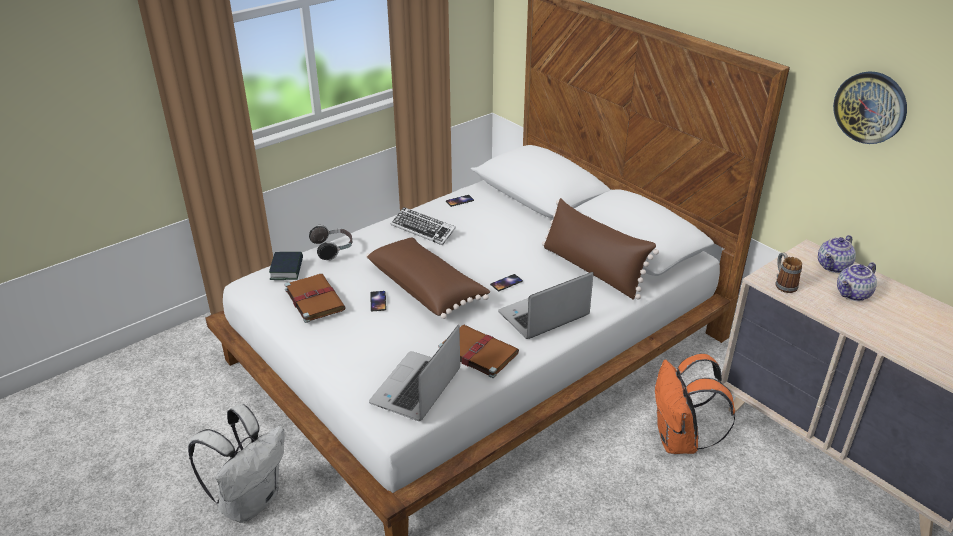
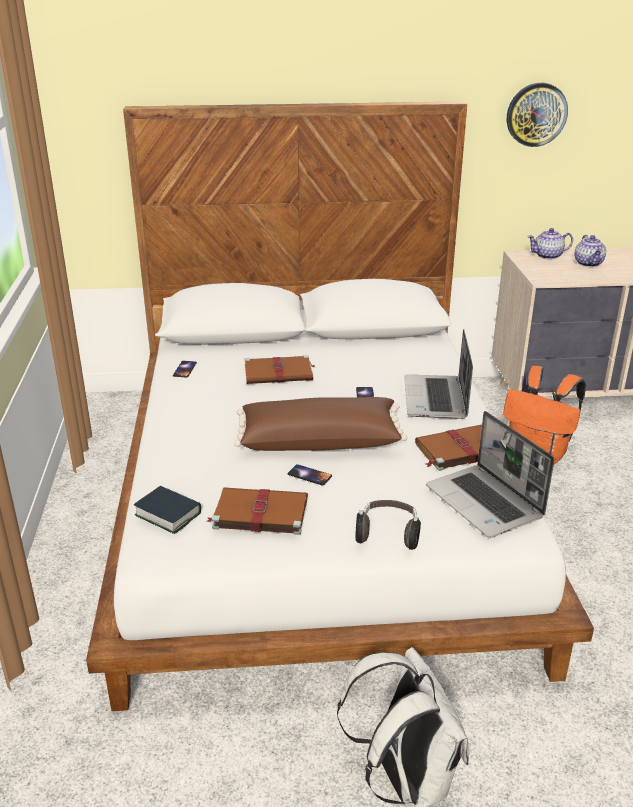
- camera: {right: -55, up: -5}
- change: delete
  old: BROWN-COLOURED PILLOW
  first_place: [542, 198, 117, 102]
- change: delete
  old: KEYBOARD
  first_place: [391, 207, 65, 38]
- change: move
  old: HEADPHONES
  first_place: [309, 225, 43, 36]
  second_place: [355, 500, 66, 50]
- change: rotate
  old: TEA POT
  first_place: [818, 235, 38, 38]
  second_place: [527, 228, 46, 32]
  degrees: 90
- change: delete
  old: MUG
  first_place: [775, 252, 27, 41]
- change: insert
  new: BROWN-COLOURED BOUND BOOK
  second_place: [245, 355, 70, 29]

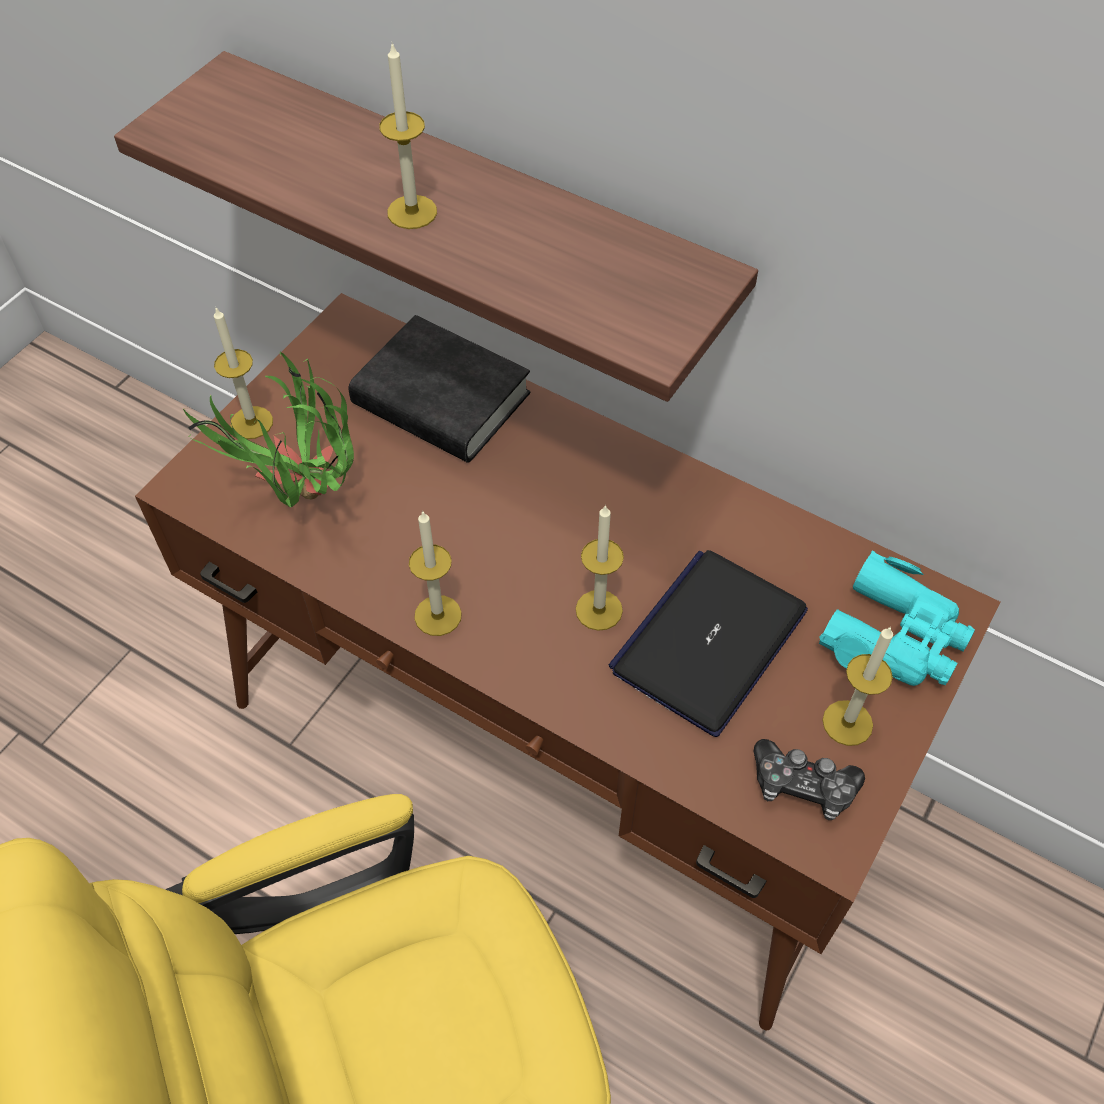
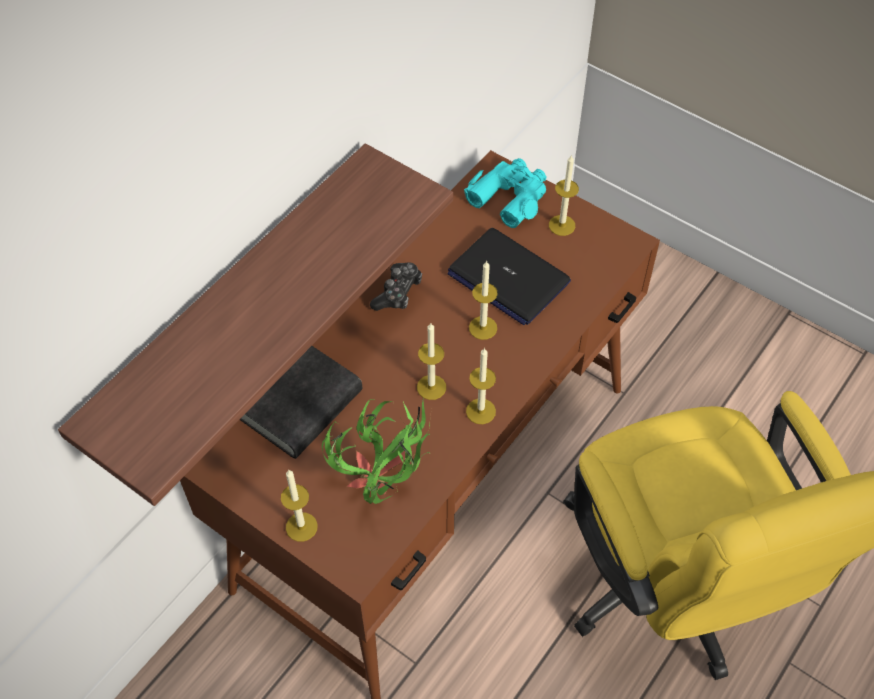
- camera: {right: -85, up: 0}
- change: move
  old: CANDLE
  first_place: [379, 43, 58, 186]
  second_place: [417, 323, 29, 77]
- change: move
  old: GAMEPAD
  first_place: [754, 739, 111, 81]
  second_place: [370, 262, 52, 49]

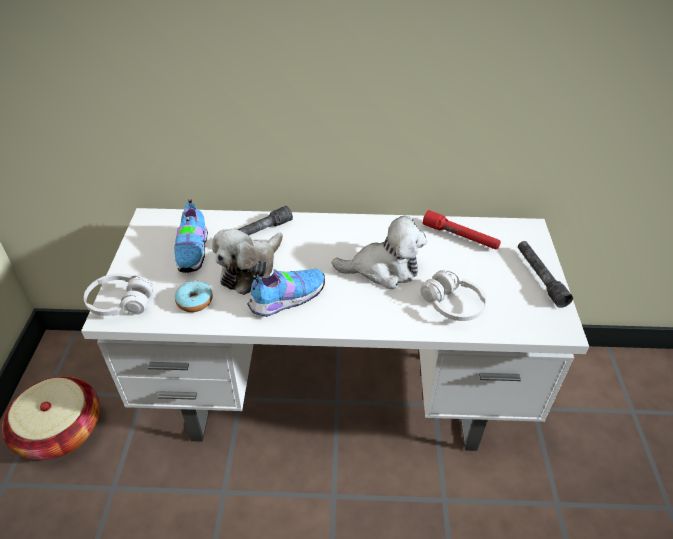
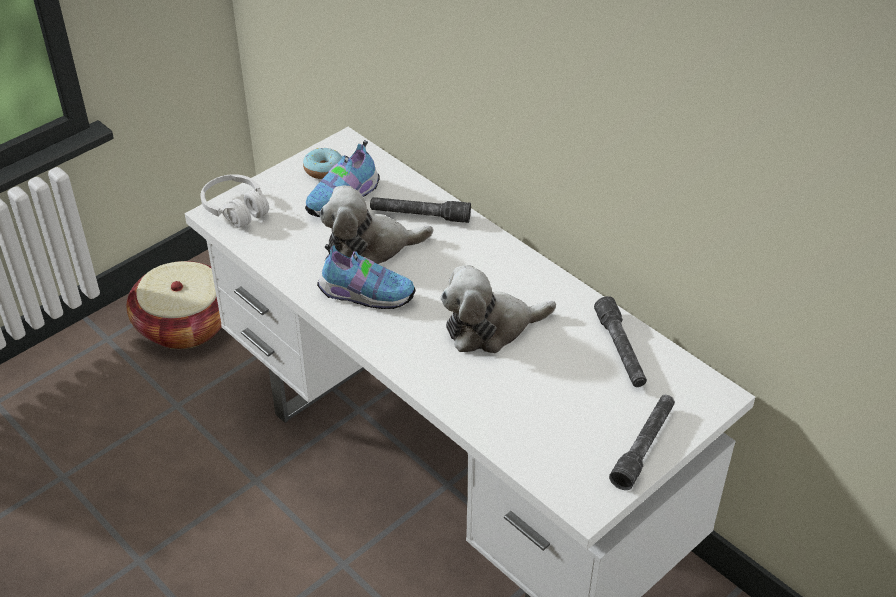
- camera: {right: 45, up: 0}
- change: recolor
  old: RED-COLOURED HAND TORCH
  new: GREYISH HAND TORCH
  first_place: [423, 210, 78, 40]
  second_place: [594, 296, 53, 91]
- change: rotate
  old: PLUSH TOY
  first_place: [332, 216, 95, 73]
  second_place: [440, 265, 116, 88]
  degrees: 120
- change: delete
  old: WHITE HEADPHONES
  first_place: [420, 270, 67, 51]
- change: move
  old: DONUT
  first_place: [175, 280, 38, 32]
  second_place: [303, 148, 39, 31]

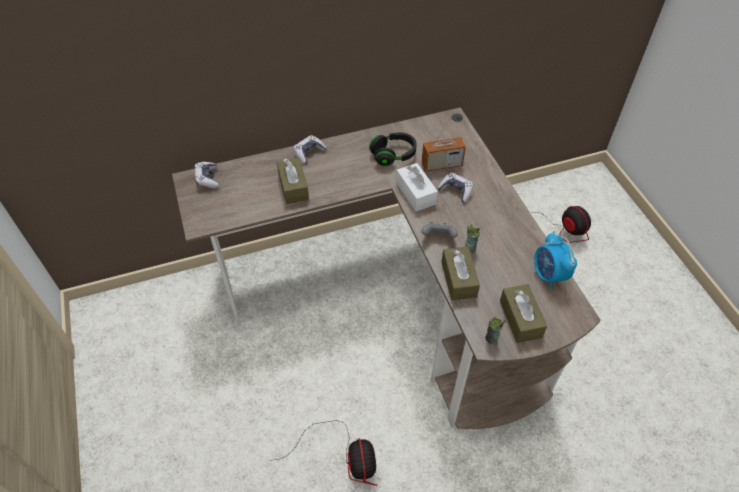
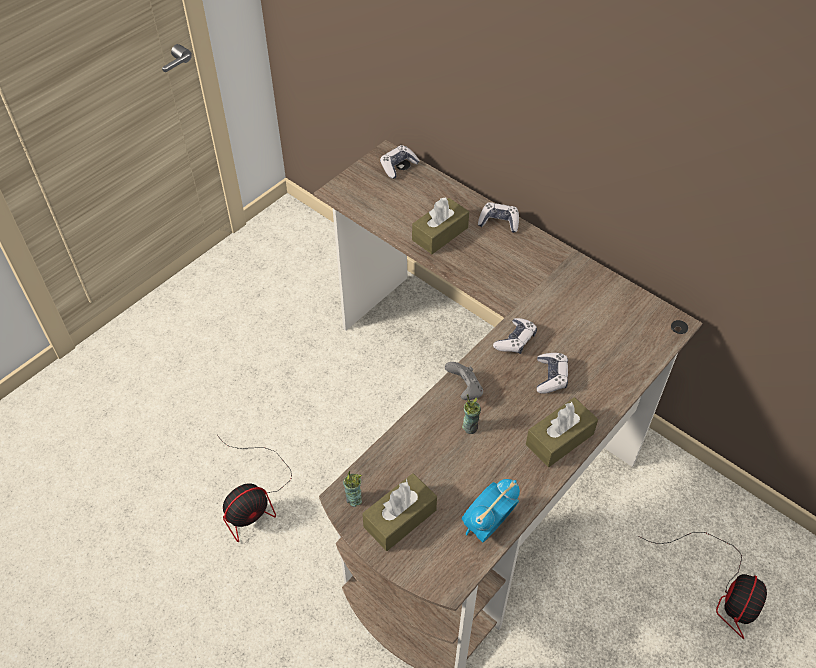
- camera: {right: 60, up: 0}
- change: delete
  old: RADIO RECEIVER
  first_place: [422, 114, 44, 58]
- change: delete
  old: BLACK-COLOURED HEADPHONES
  first_place: [369, 132, 48, 34]
- change: replace
  old: WHITE TISSUE HOLDER
  new: GAMEPAD
  first_place: [396, 163, 42, 48]
  second_place: [493, 318, 44, 36]
- change: move
  old: BROWN-COLOURED TISSUE HOLDER
  first_place: [441, 246, 39, 54]
  second_place: [526, 398, 72, 69]

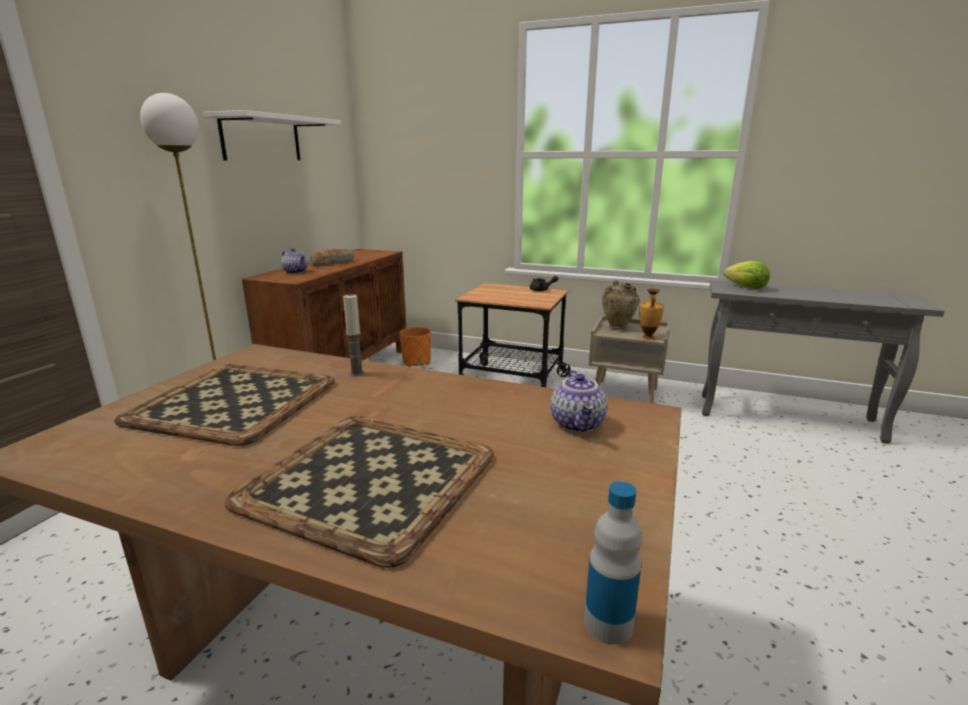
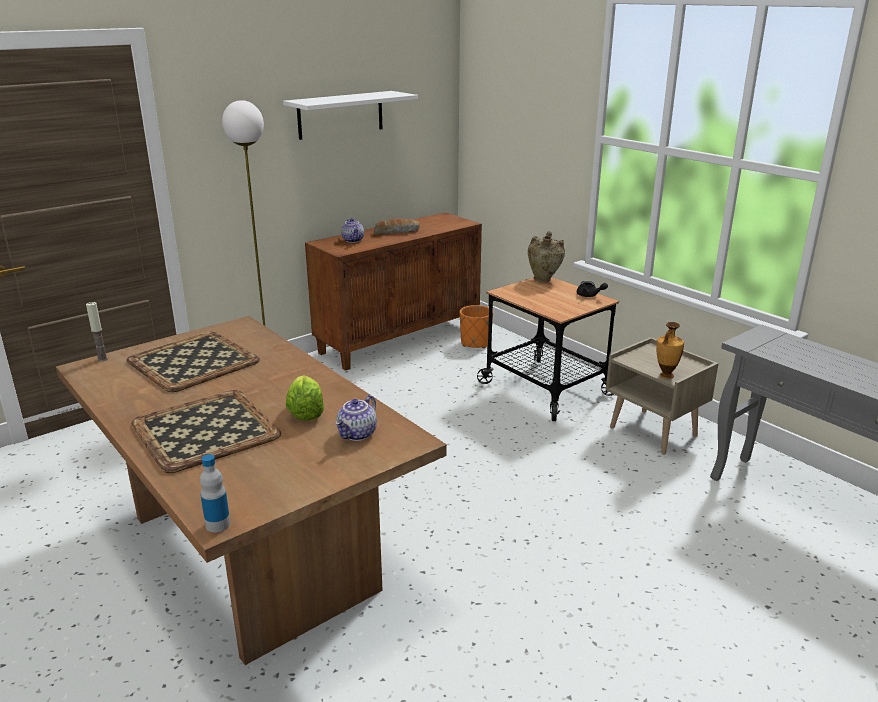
- camera: {right: 30, up: 5}
- change: move
  old: LETTUCE
  first_place: [723, 261, 47, 28]
  second_place: [286, 375, 38, 46]
- change: move
  old: SAND-COLOURED VASE
  first_place: [602, 280, 38, 50]
  second_place: [528, 231, 37, 51]
- change: move
  old: CANDLE
  first_place: [343, 294, 21, 82]
  second_place: [86, 302, 22, 59]

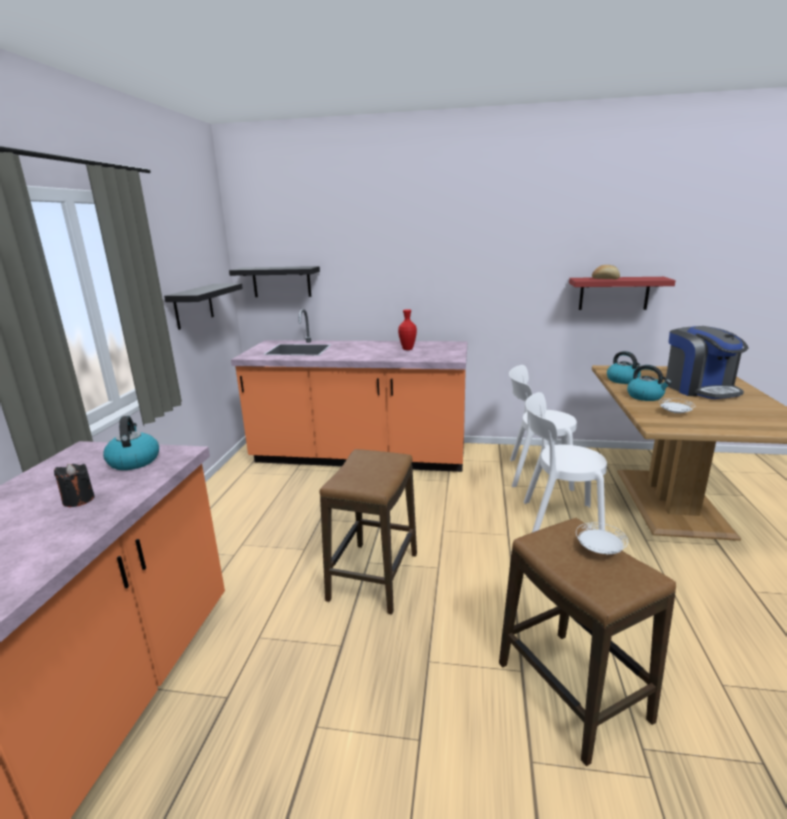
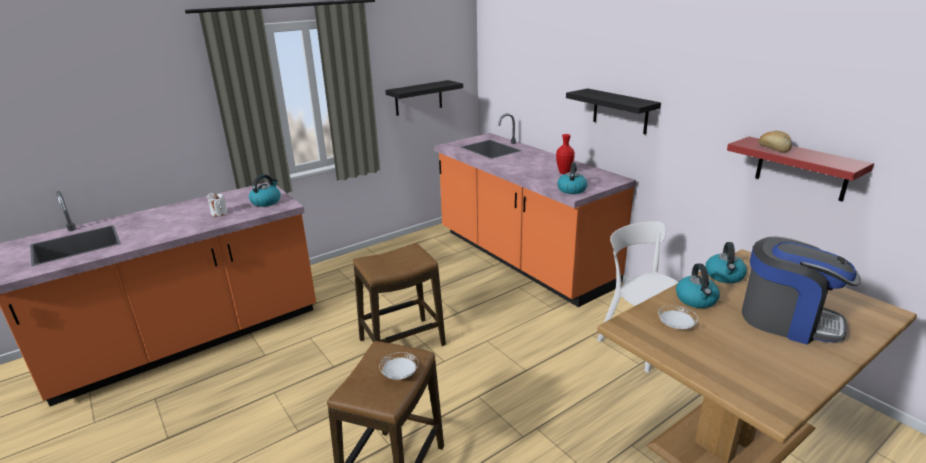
- camera: {right: 45, up: 5}
- change: move
  old: BLACK-COLOURED WALL SHELF
  first_place: [229, 266, 91, 31]
  second_place: [566, 88, 95, 46]
- change: rotate
  old: COFFEE MACHINE
  first_place: [666, 326, 83, 73]
  second_place: [742, 236, 119, 109]
  degrees: -90
- change: delete
  old: WHITE CHAIR
  first_place: [524, 392, 83, 140]
- change: recolor
  old: BLACK-COLOURED CANDLE
  new: WHITE CANDLE
  first_place: [54, 464, 41, 43]
  second_place: [207, 193, 20, 24]
- change: insert
  new: KETTLE
  second_place: [557, 162, 31, 32]

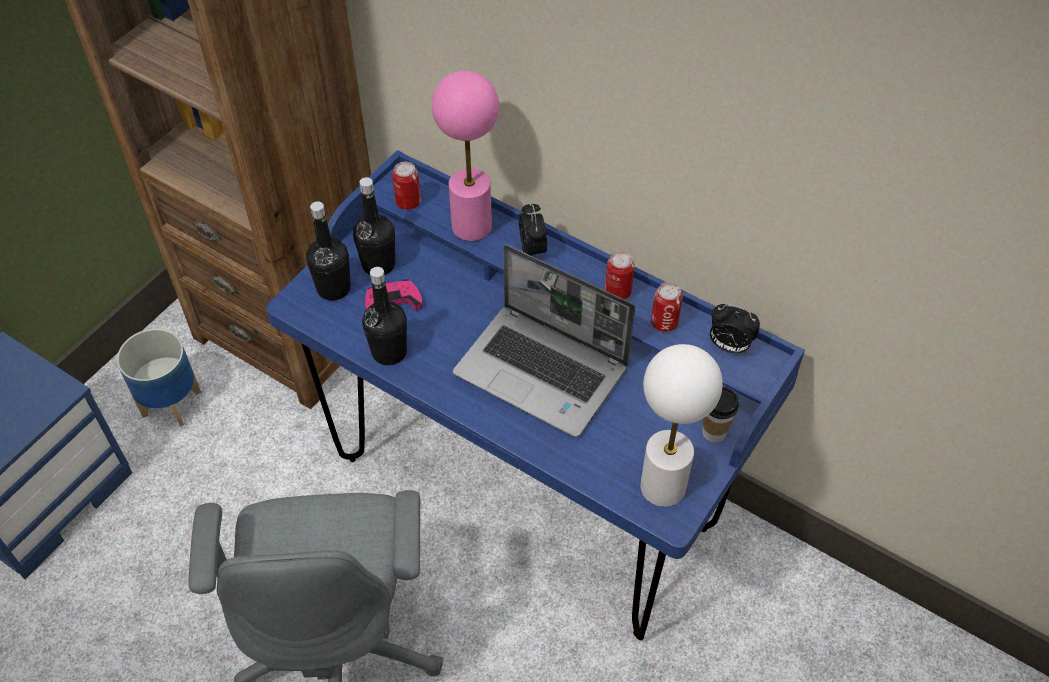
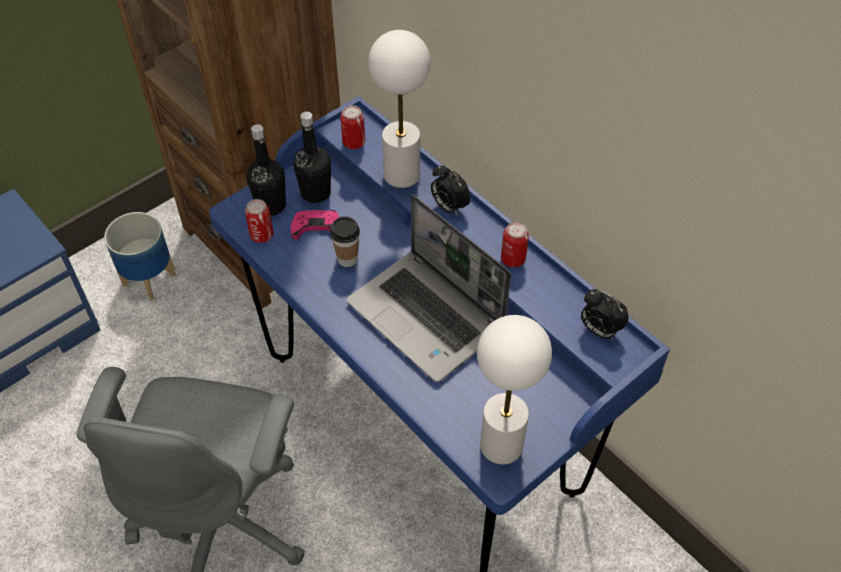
- camera: {right: 15, up: 0}
- change: recolor
  old: PINK TABLE LAMP
  new: WHITE TABLE LAMP
  first_place: [432, 71, 67, 170]
  second_place: [368, 30, 63, 158]
- change: rotate
  old: TABLE CLOCK
  first_place: [519, 203, 28, 56]
  second_place: [431, 165, 40, 51]
  degrees: 135
- change: delete
  old: BLACK-COLOURED BOTTLE
  first_place: [362, 267, 45, 98]
- change: move
  old: CAN
  first_place: [651, 282, 32, 50]
  second_place: [245, 199, 29, 44]
- change: move
  old: DRINKING CUP
  first_place: [702, 387, 37, 55]
  second_place: [330, 216, 30, 51]

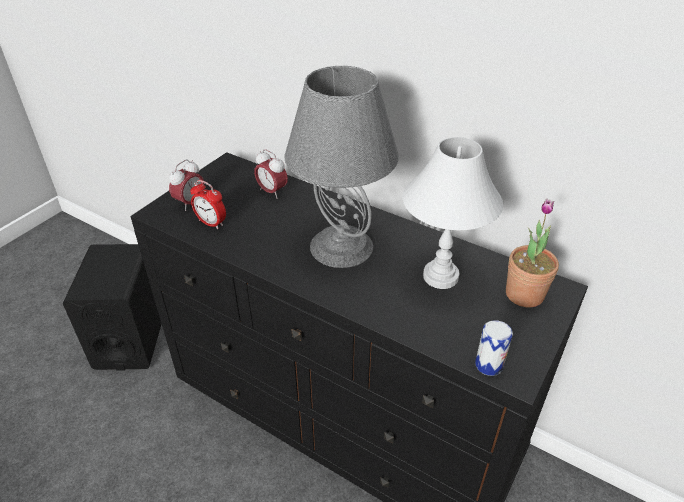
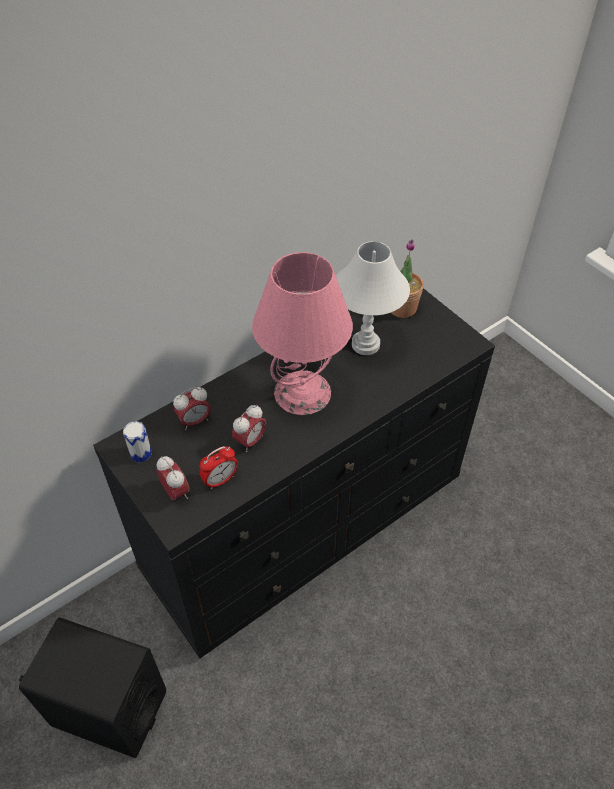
- camera: {right: -70, up: 10}
- change: recolor
  old: GREYISH TABLE LAMP
  new: PINK TABLE LAMP
  first_place: [284, 66, 115, 202]
  second_place: [252, 252, 101, 163]
- change: move
  old: CAN
  first_place: [475, 320, 38, 56]
  second_place: [123, 421, 29, 41]
- change: insert
  new: TABLE CLOCK
  second_place: [232, 405, 34, 47]

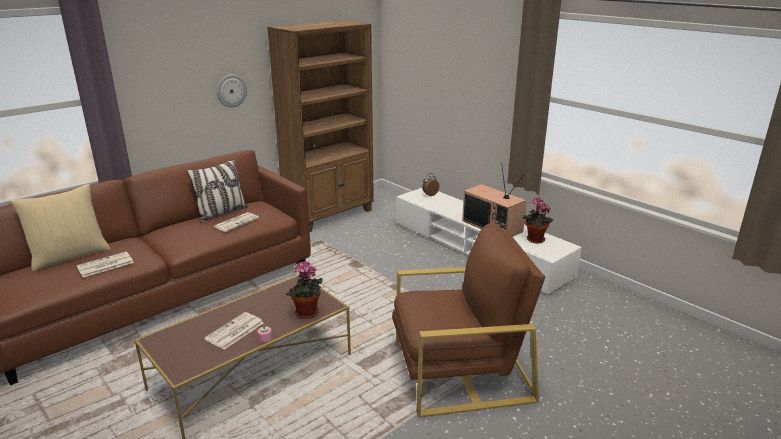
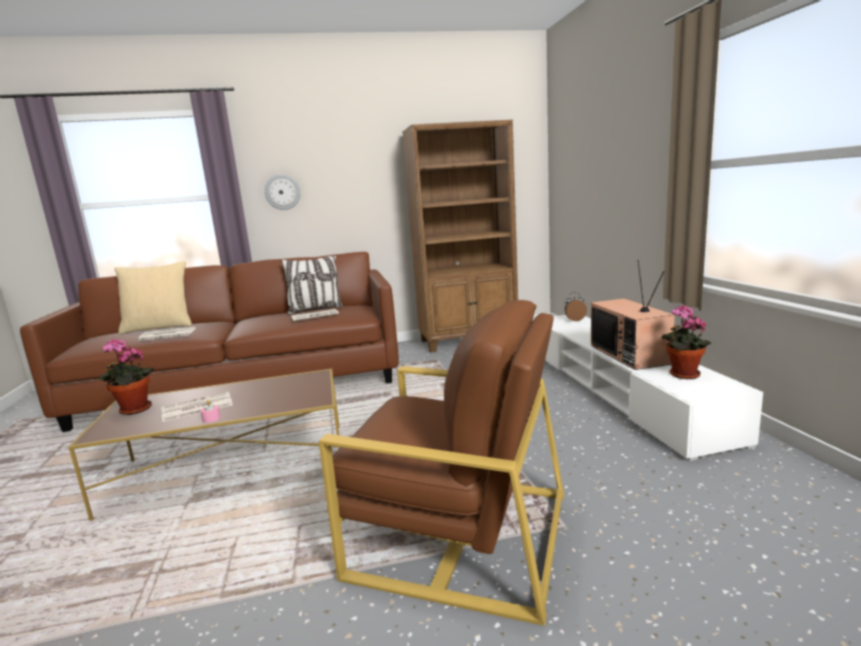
- camera: {right: 30, up: -10}
- change: move
  old: WALL CLOCK
  first_place: [217, 74, 30, 34]
  second_place: [265, 174, 36, 36]
- change: move
  old: PLANT IN A POT
  first_place: [286, 261, 37, 58]
  second_place: [99, 339, 55, 76]

